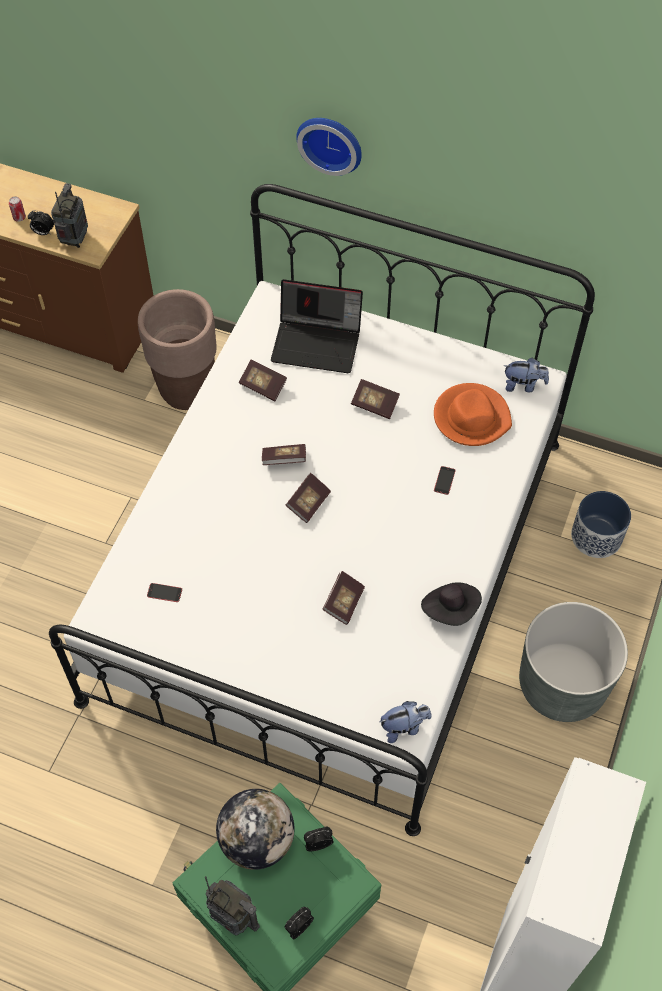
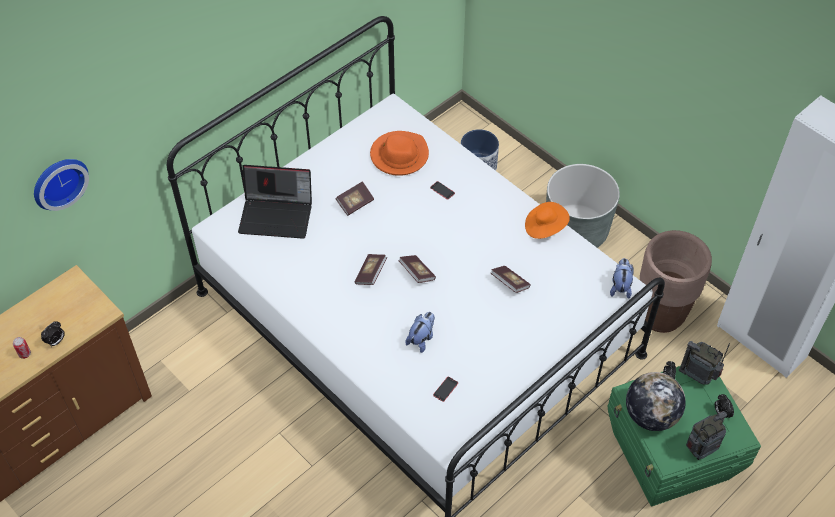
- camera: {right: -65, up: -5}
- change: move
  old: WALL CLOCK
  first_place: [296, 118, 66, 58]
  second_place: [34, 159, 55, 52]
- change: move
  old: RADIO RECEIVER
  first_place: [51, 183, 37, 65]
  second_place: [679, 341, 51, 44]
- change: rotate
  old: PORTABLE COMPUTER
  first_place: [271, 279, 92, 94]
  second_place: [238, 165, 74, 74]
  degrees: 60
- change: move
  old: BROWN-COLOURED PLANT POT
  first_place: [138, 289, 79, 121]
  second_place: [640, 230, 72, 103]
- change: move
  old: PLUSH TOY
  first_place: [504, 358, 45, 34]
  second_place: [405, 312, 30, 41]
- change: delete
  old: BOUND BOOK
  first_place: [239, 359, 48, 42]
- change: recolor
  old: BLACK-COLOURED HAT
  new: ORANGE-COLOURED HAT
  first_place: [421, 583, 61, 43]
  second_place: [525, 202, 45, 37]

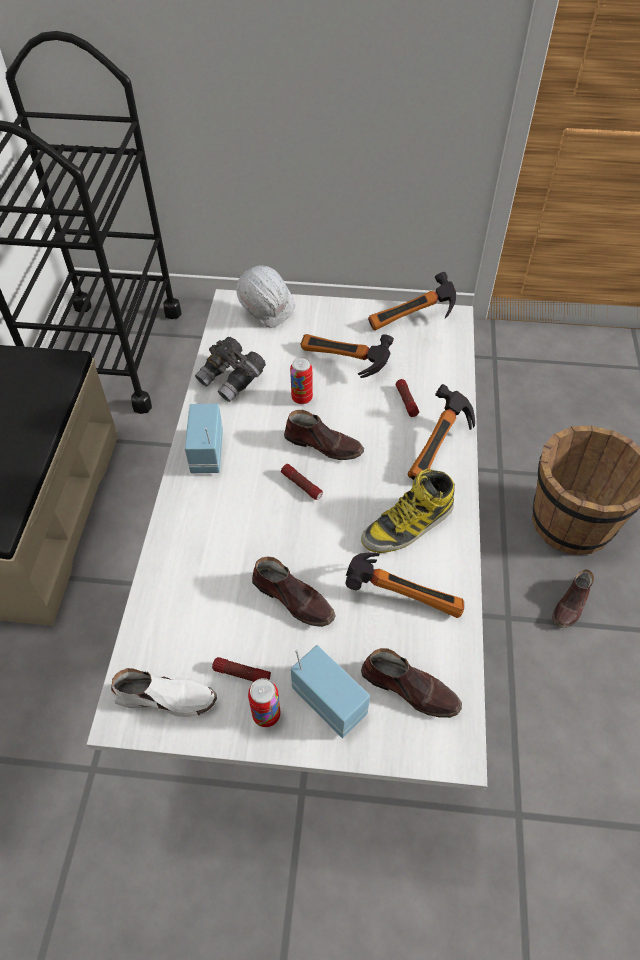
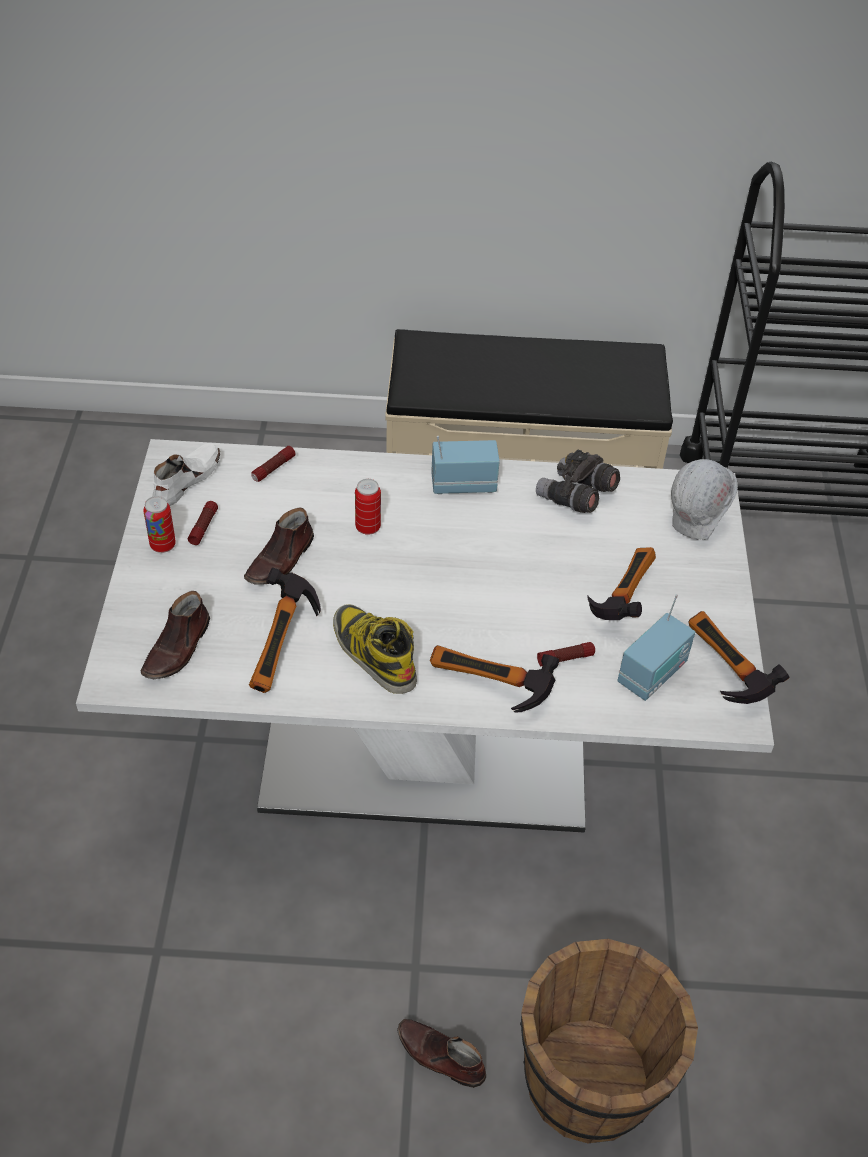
- camera: {right: 85, up: -5}
- change: move
  old: CAN
  first_place: [290, 357, 23, 47]
  second_place: [355, 479, 26, 56]
- change: delete
  old: BROWN-COLOURED SHOE
  first_place: [284, 410, 80, 50]
- change: move
  old: HAND TORCH
  first_place: [281, 464, 42, 36]
  second_place: [251, 446, 45, 36]
- change: move
  old: RADIO RECEIVER
  first_place: [291, 645, 79, 93]
  second_place: [617, 594, 78, 107]
- change: rotate
  old: WHITE SHOE
  first_place: [111, 668, 106, 49]
  second_place: [152, 443, 68, 63]
  degrees: -150

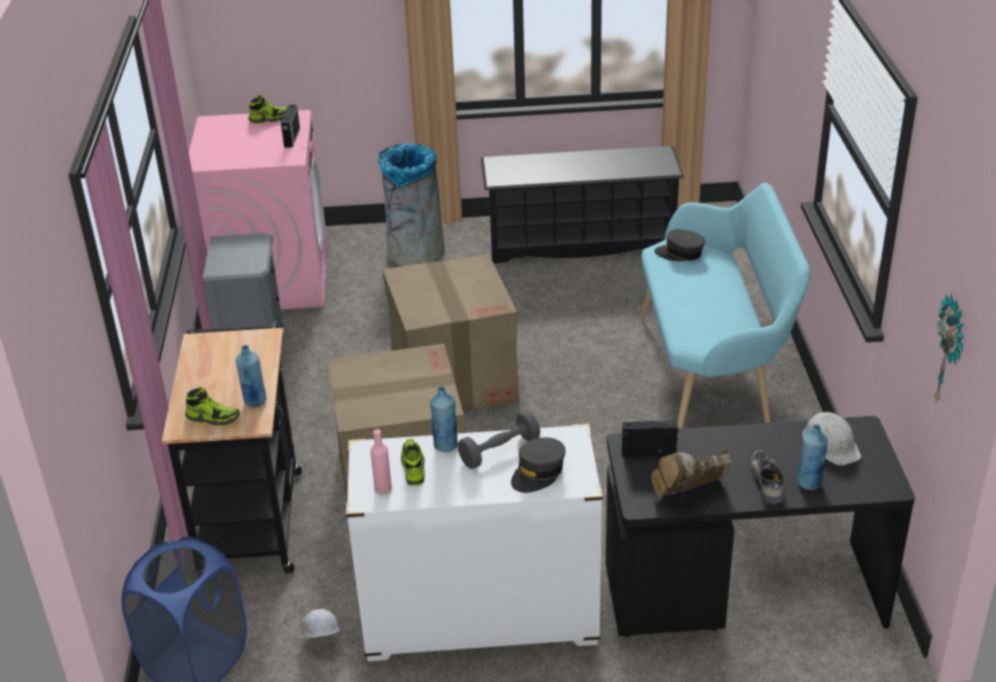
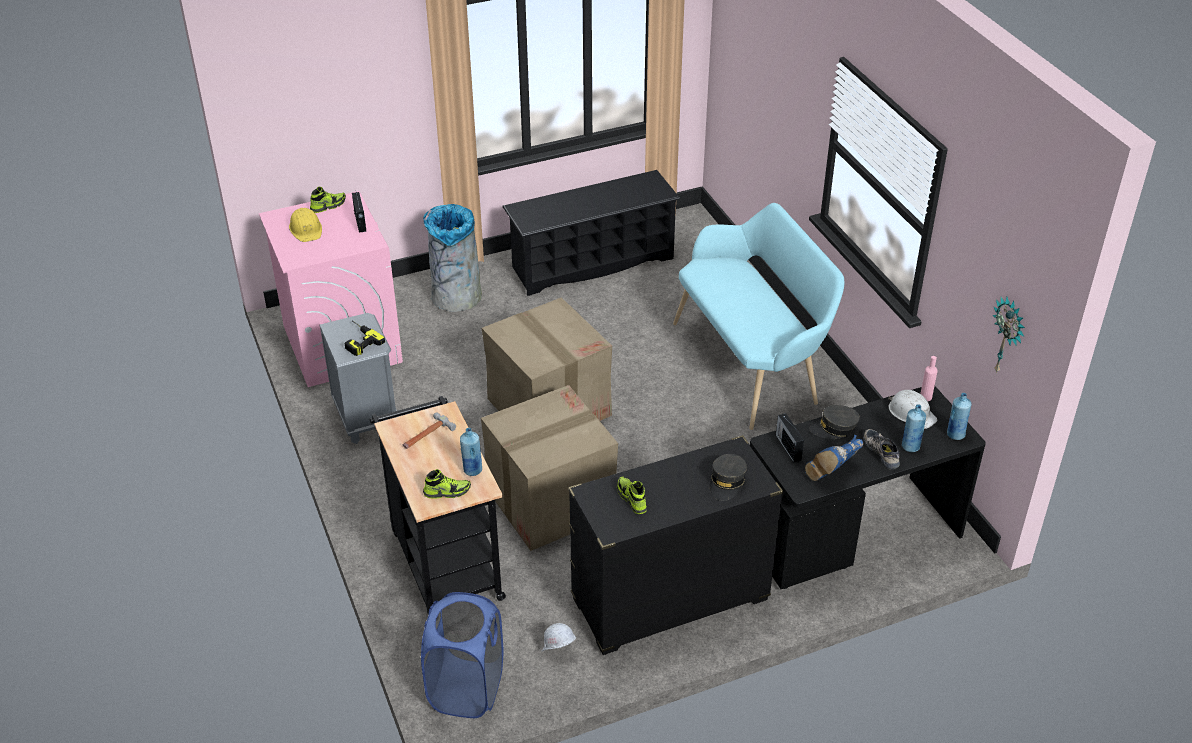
- camera: {right: -20, up: 5}
- change: move
  old: GREYISH BASEBALL CAP
  first_place: [654, 229, 51, 32]
  second_place: [809, 405, 51, 34]
- change: move
  old: BLUE-COLOURED BOTTLE
  first_place: [430, 387, 28, 65]
  second_place: [947, 393, 25, 47]
- change: delete
  old: GREYISH FREE WEIGHT
  first_place: [458, 411, 82, 58]
- change: rotate
  old: RADIO RECEIVER
  first_place: [622, 417, 58, 40]
  second_place: [776, 413, 28, 49]
  degrees: -90
- change: recolor
  old: WHITE DRAWER CHEST
  new: BLACK-COLOURED DRAWER CHEST
  first_place: [346, 424, 257, 237]
  second_place: [568, 435, 215, 220]
- change: move
  old: PINK BOTTLE
  first_place: [370, 429, 22, 66]
  second_place: [920, 356, 18, 45]
- change: recolor
  old: BROWN-COLOURED HIGH-TOP BOOT
  new: BLUE-COLOURED HIGH-TOP BOOT
  first_place: [652, 448, 80, 49]
  second_place: [805, 435, 58, 46]
- change: insert
  new: YELLOWISH WORK HELMET
  second_place: [289, 208, 33, 34]
- change: insert
  new: DRILL
  second_place: [345, 321, 40, 35]
- change: insert
  new: HAND HAMMER
  second_place: [403, 412, 53, 37]

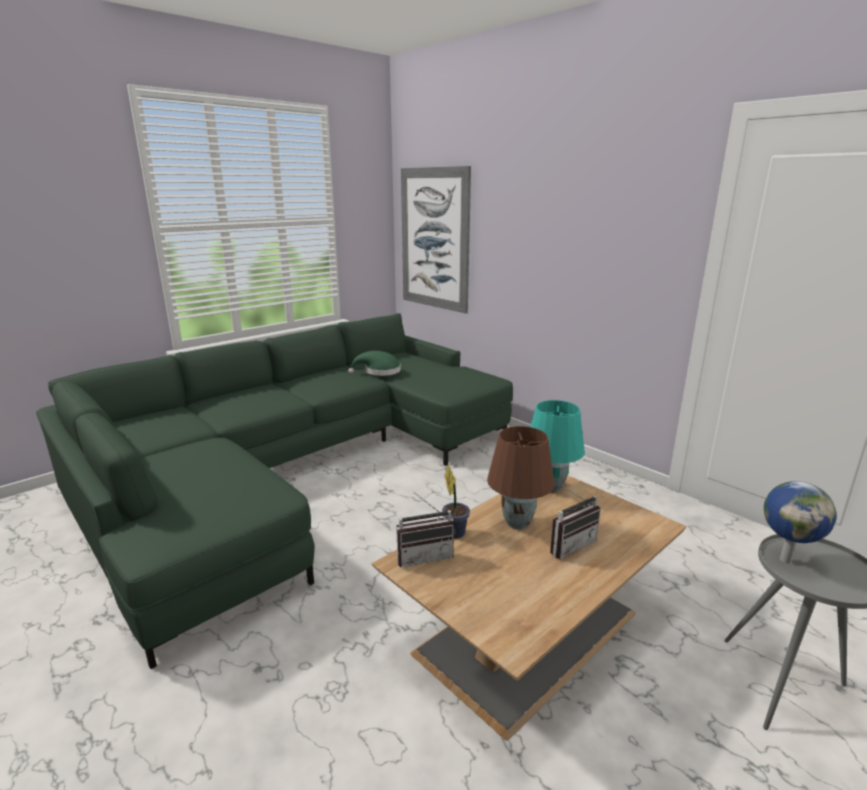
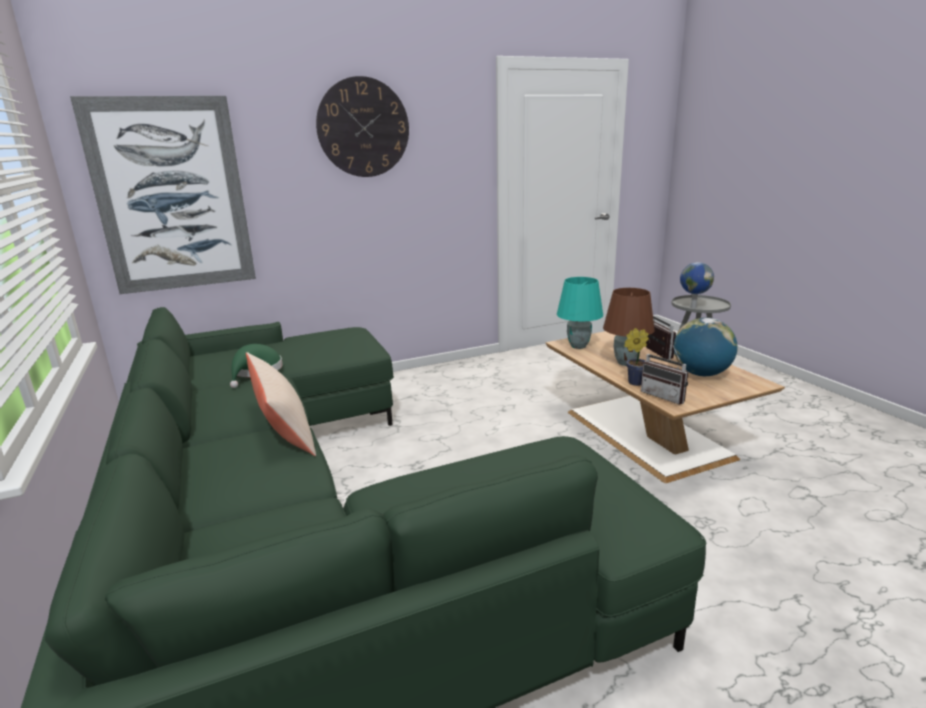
- camera: {right: -70, up: 0}
- change: rotate
  old: RADIO RECEIVER
  first_place: [396, 492, 60, 75]
  second_place: [641, 343, 47, 62]
  degrees: 135
- change: insert
  new: WALL CLOCK
  second_place: [316, 76, 93, 101]
- change: insert
  new: GLOBE
  second_place: [674, 318, 64, 58]
- change: insert
  new: SAND-COLOURED PILLOW
  second_place: [246, 352, 70, 104]

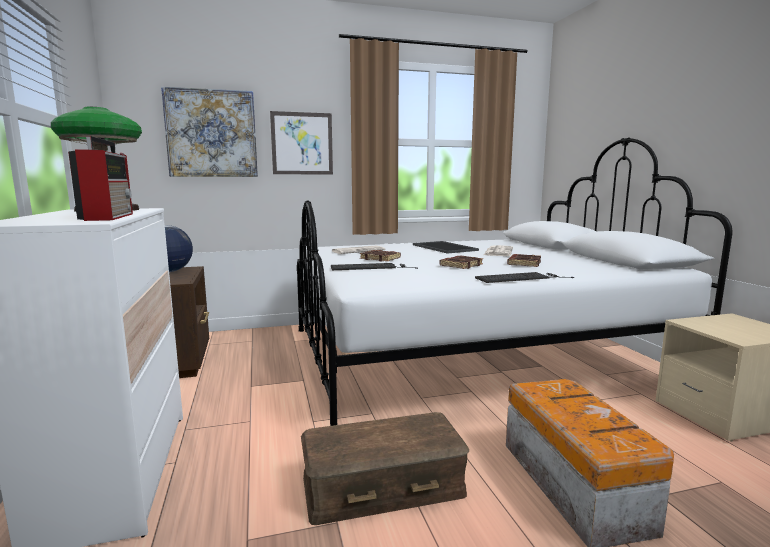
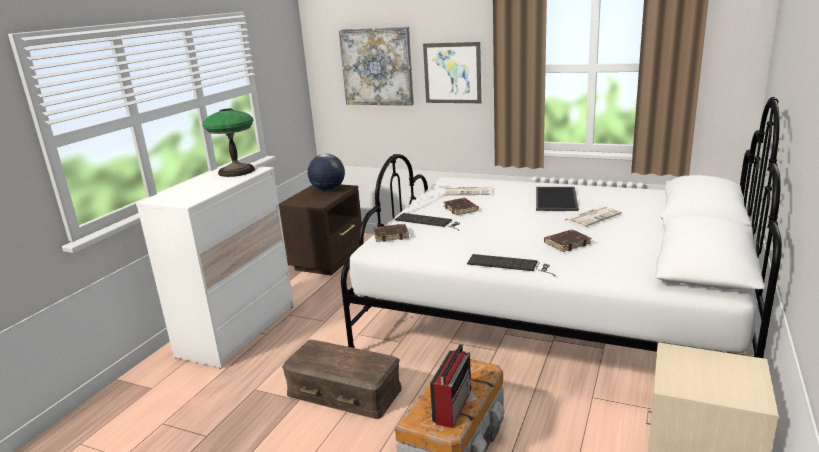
- camera: {right: 40, up: 10}
- change: move
  old: RADIO RECEIVER
  first_place: [68, 136, 65, 85]
  second_place: [430, 344, 41, 84]
- change: move
  old: BROWN-COLOURED BOUND BOOK
  first_place: [439, 256, 44, 13]
  second_place: [373, 224, 36, 18]

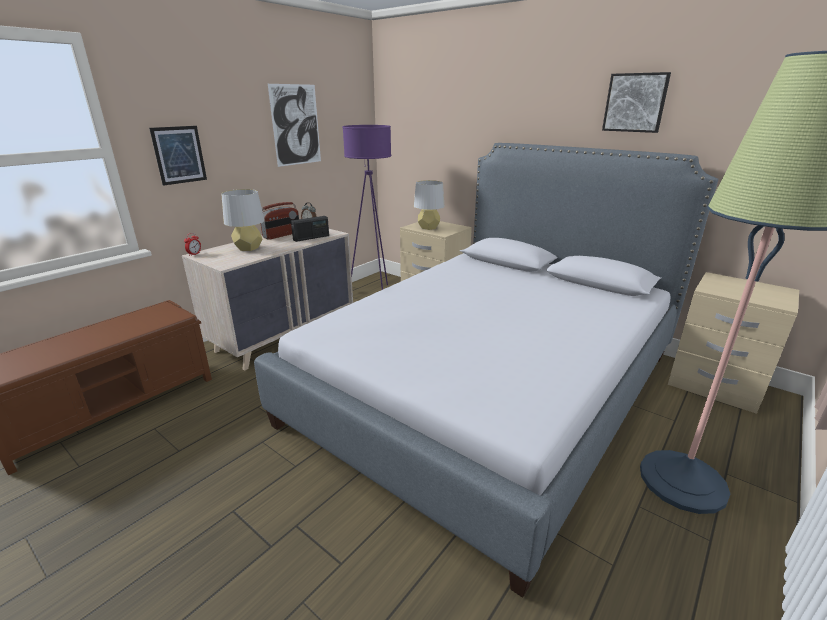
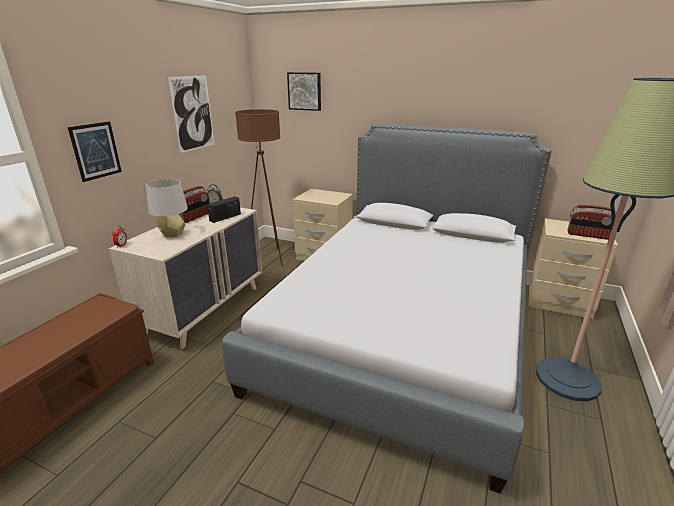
- camera: {right: -15, up: 0}
- change: move
  old: WALL ART
  first_place: [602, 72, 69, 61]
  second_place: [287, 72, 34, 39]
- change: recolor
  old: PURPLISH STANDARD LAMP
  new: BROWN-COLOURED STANDARD LAMP
  first_place: [343, 125, 48, 165]
  second_place: [235, 109, 48, 157]
- change: delete
  old: GREYISH TABLE LAMP
  first_place: [414, 180, 31, 50]
- change: insert
  new: RADIO RECEIVER
  second_place: [568, 205, 49, 35]

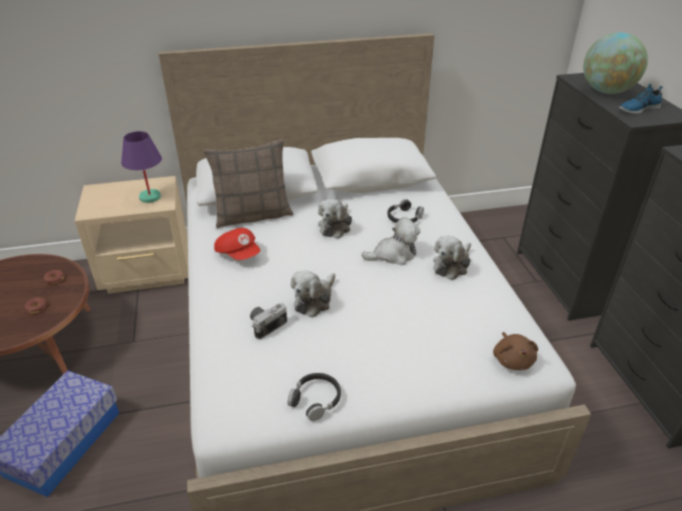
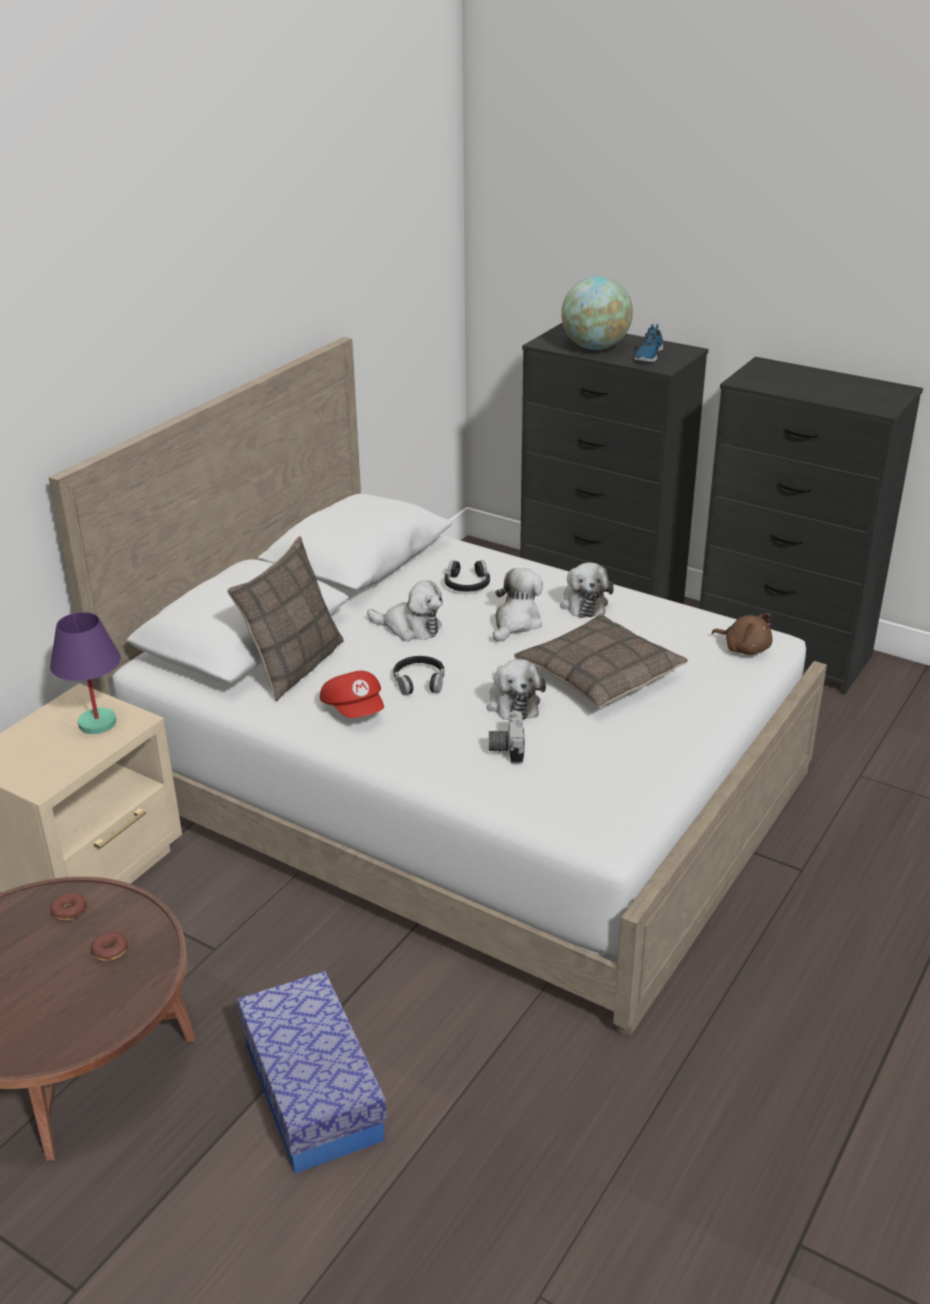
- camera: {right: -45, up: -5}
- change: rotate
  old: PLUSH TOY
  first_place: [318, 199, 34, 39]
  second_place: [367, 580, 76, 61]
  degrees: -45
- change: rotate
  old: RED-COLOURED BASEBALL CAP
  first_place: [214, 228, 46, 32]
  second_place: [320, 671, 64, 47]
  degrees: 60
- change: move
  old: BLACK-COLOURED HEADPHONES
  first_place: [288, 373, 53, 48]
  second_place: [393, 656, 51, 39]
- change: insert
  new: PILLOW
  second_place: [514, 614, 174, 94]

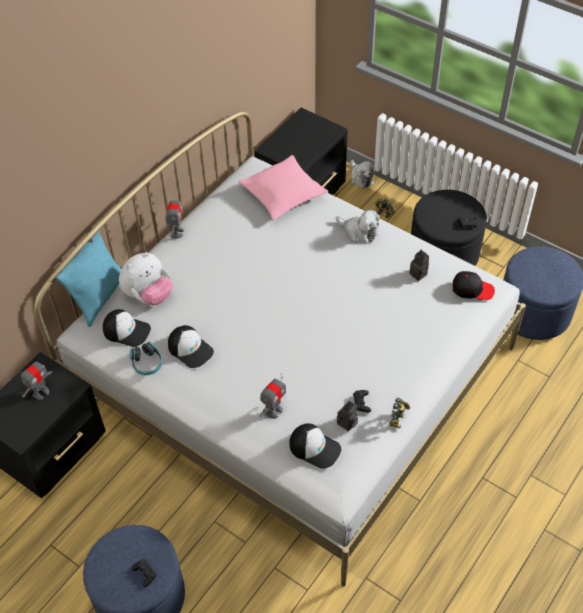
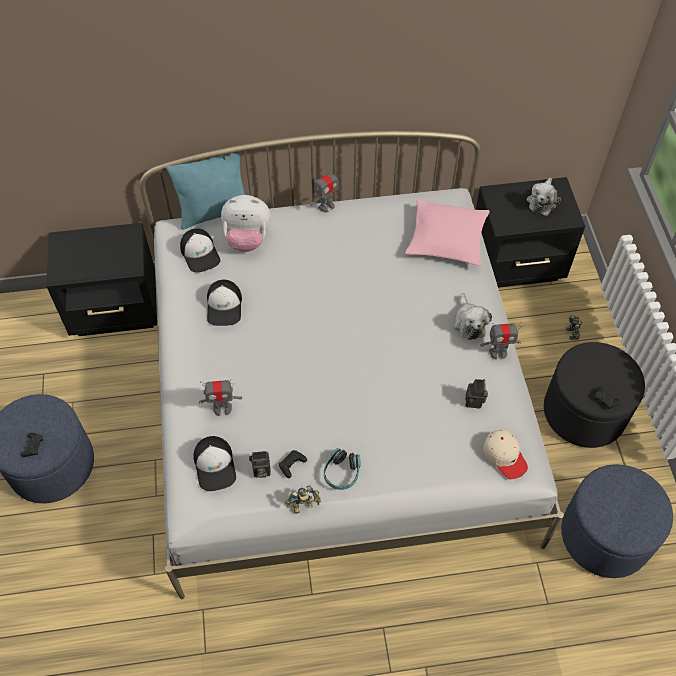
- camera: {right: 45, up: 5}
- change: move
  old: PLUSH TOY
  first_place: [350, 160, 26, 28]
  second_place: [527, 177, 34, 39]
- change: recolor
  old: BLACK-COLOURED BASEBALL CAP
  new: SAND-COLOURED BASEBALL CAP
  first_place: [452, 271, 43, 29]
  second_place: [483, 430, 45, 49]
- change: move
  old: HEADPHONES
  first_place: [130, 342, 32, 33]
  second_place: [324, 448, 37, 42]
- change: move
  old: MODEL ROBOT
  first_place: [19, 356, 33, 44]
  second_place: [480, 322, 42, 38]

